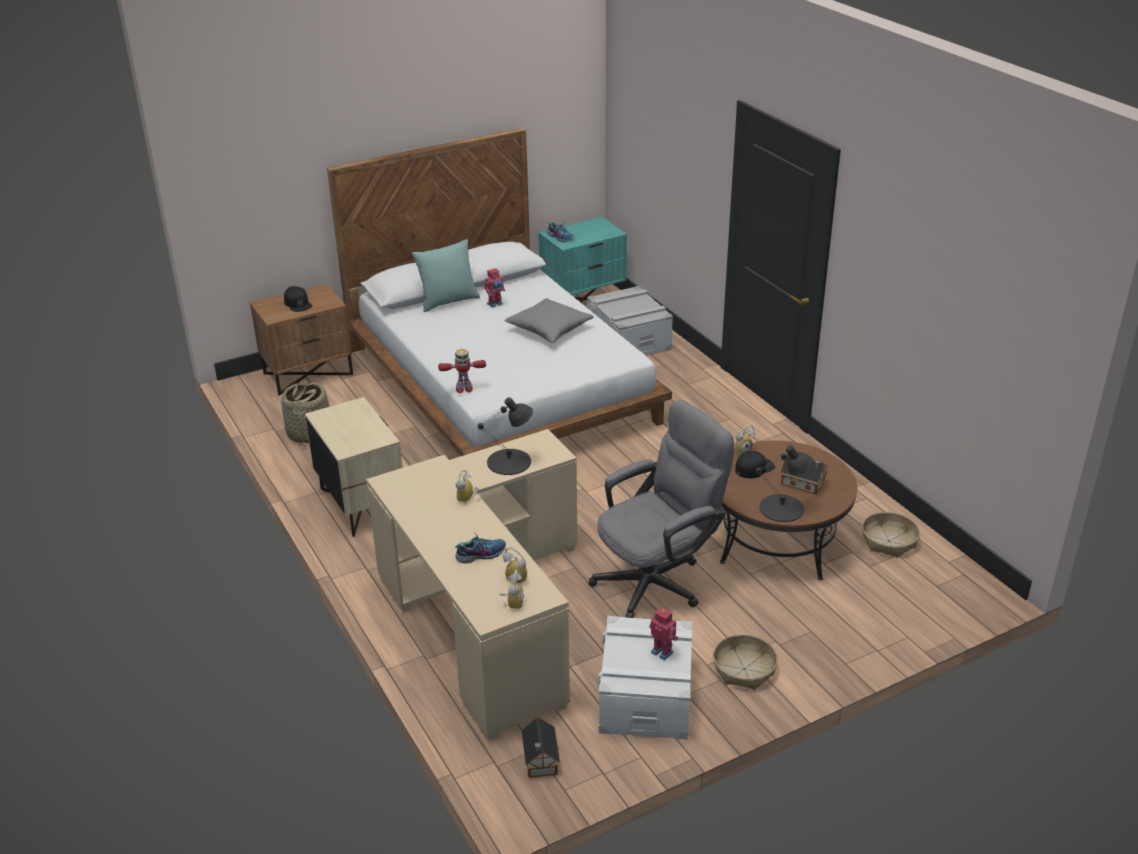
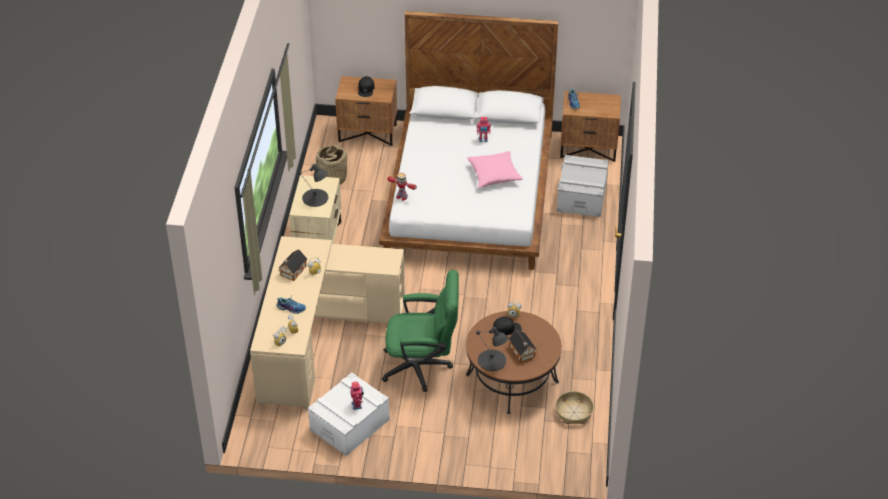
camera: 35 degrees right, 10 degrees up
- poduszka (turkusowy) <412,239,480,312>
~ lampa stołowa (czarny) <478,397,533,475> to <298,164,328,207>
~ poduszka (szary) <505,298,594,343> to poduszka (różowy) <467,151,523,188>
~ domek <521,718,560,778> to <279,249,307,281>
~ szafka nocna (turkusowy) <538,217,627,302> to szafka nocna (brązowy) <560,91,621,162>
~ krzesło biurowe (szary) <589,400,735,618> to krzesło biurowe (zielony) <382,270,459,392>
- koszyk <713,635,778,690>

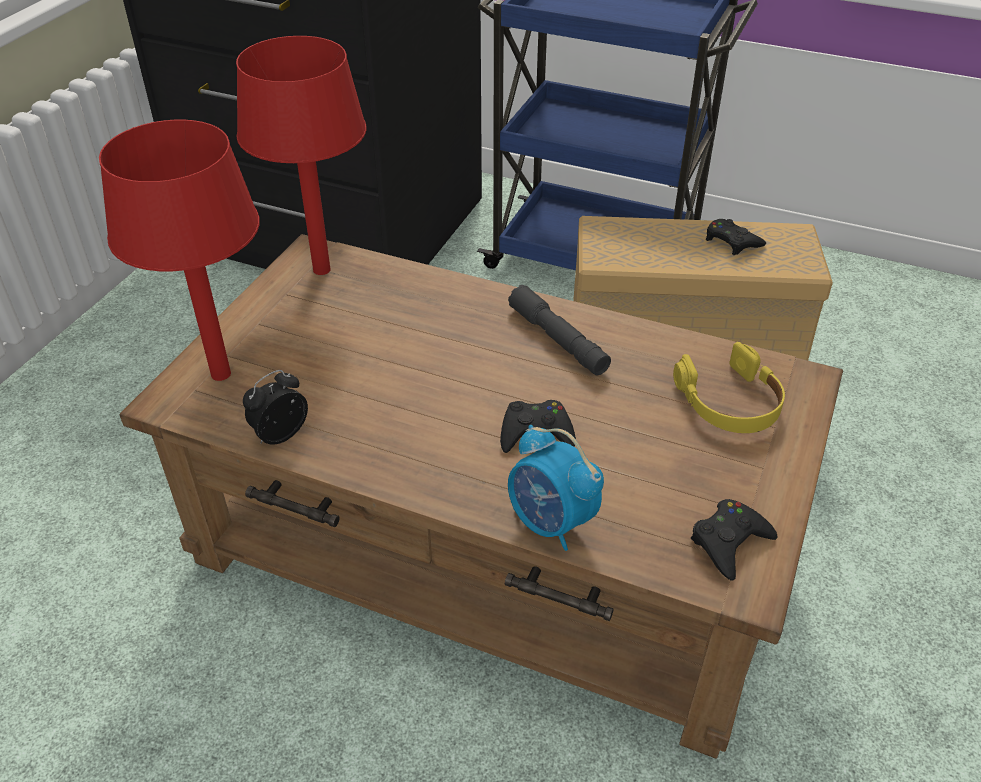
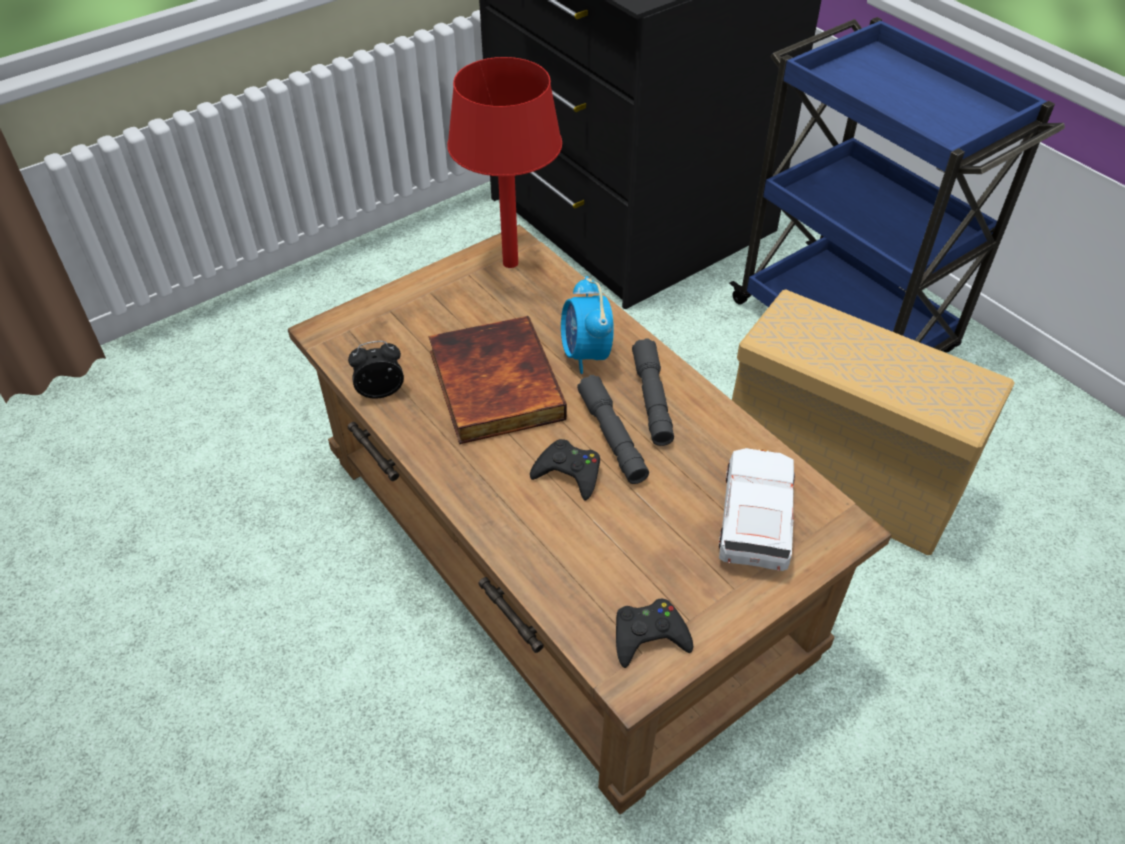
camera: 30 degrees right, 5 degrees up
- lampa stołowa (czerwony) <99,120,260,381>
~ budzik <508,425,604,551> to <561,276,614,374>
~ słuchawki (żółty) <673,342,785,433> to samochodzik (biały) <719,448,795,571>
- pad do gier (czarny) <706,219,766,255>
+ książka <429,316,567,444>
+ latarka (szary) <577,375,649,484>

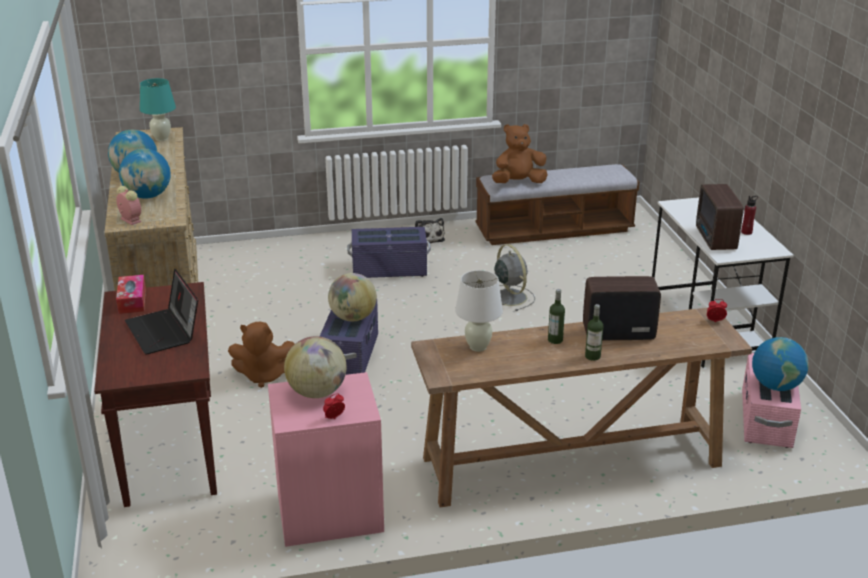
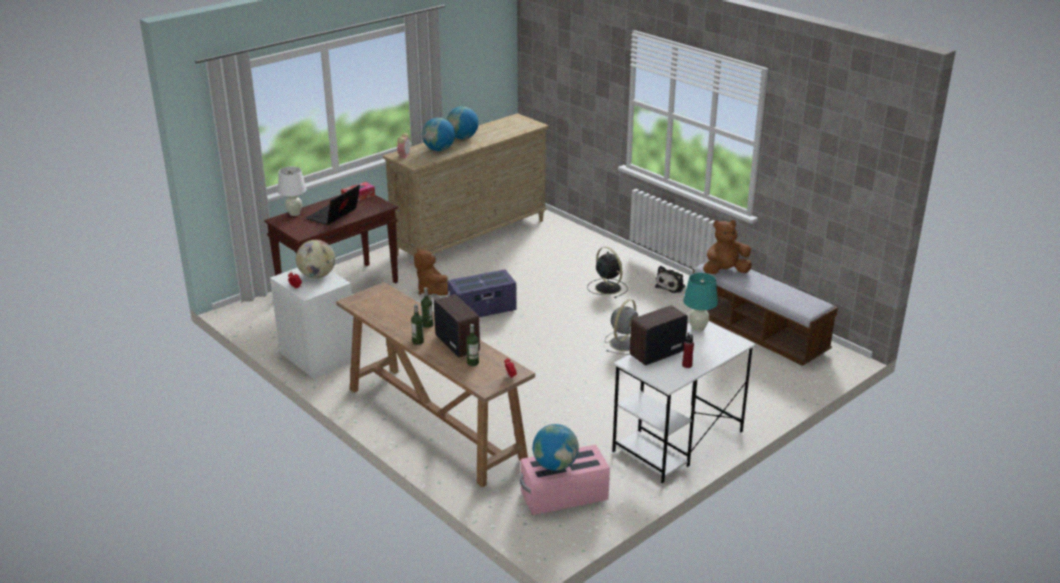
camera: 60 degrees right, 0 degrees up
~ lampa stołowa (turkusowy) <140,78,176,141> to <683,273,718,332>
~ szafka nocna (różowy) <268,372,384,547> to szafka nocna (biały) <270,268,353,379>
- globus <328,273,377,321>
~ pojemnik do przechowywania (fioletowy) <348,227,431,278> to wentylator (czarny) <587,247,628,298>
~ lampa stołowa (biały) <455,270,503,352> to <278,167,306,216>
~ pluszak (brązowy) <492,124,548,183> = <703,220,752,274> 60 degrees counterclockwise
+ butelka <466,324,479,366>

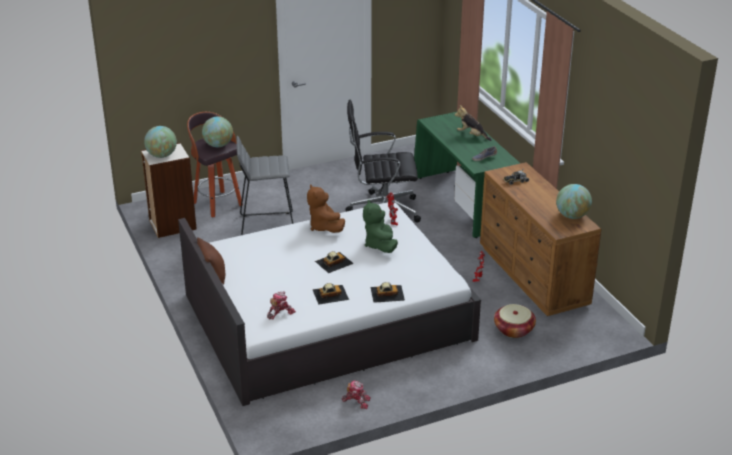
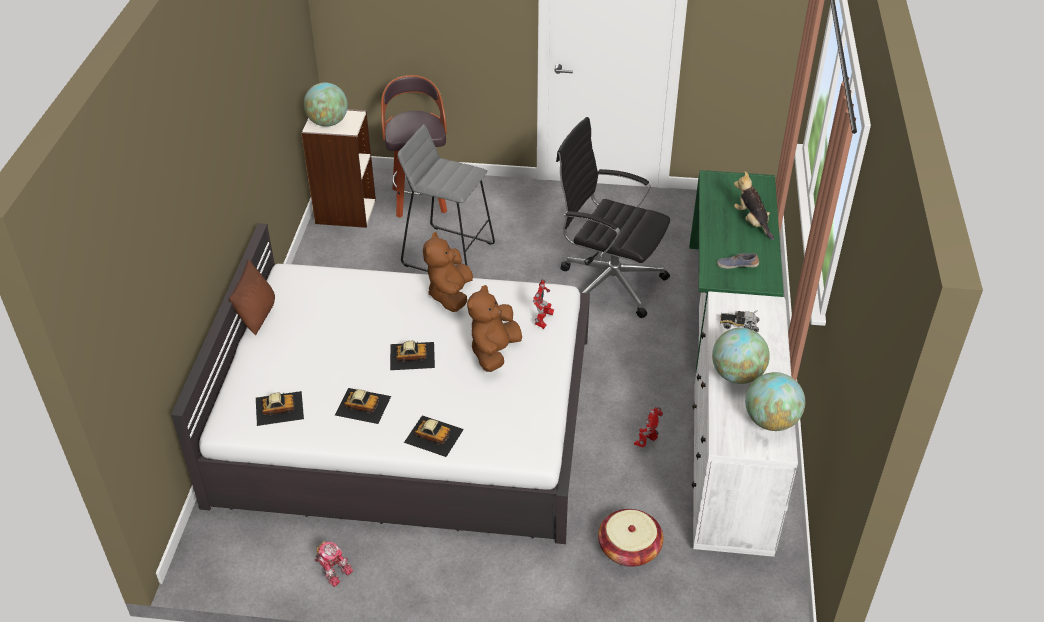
camera: 30 degrees right, 10 degrees up
~ globus <202,117,233,147> to <712,328,770,384>
~ robot zabawkowy <267,291,296,320> to samochodzik <256,391,304,426>
~ pluszak (zielony) <363,200,398,253> to pluszak (brązowy) <467,285,522,372>
~ komoda (brązowy) <480,162,602,316> to komoda (biały) <691,291,798,557>

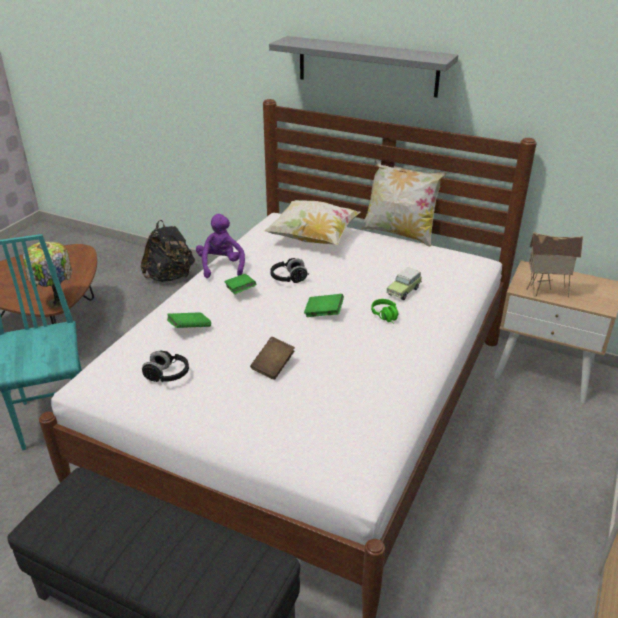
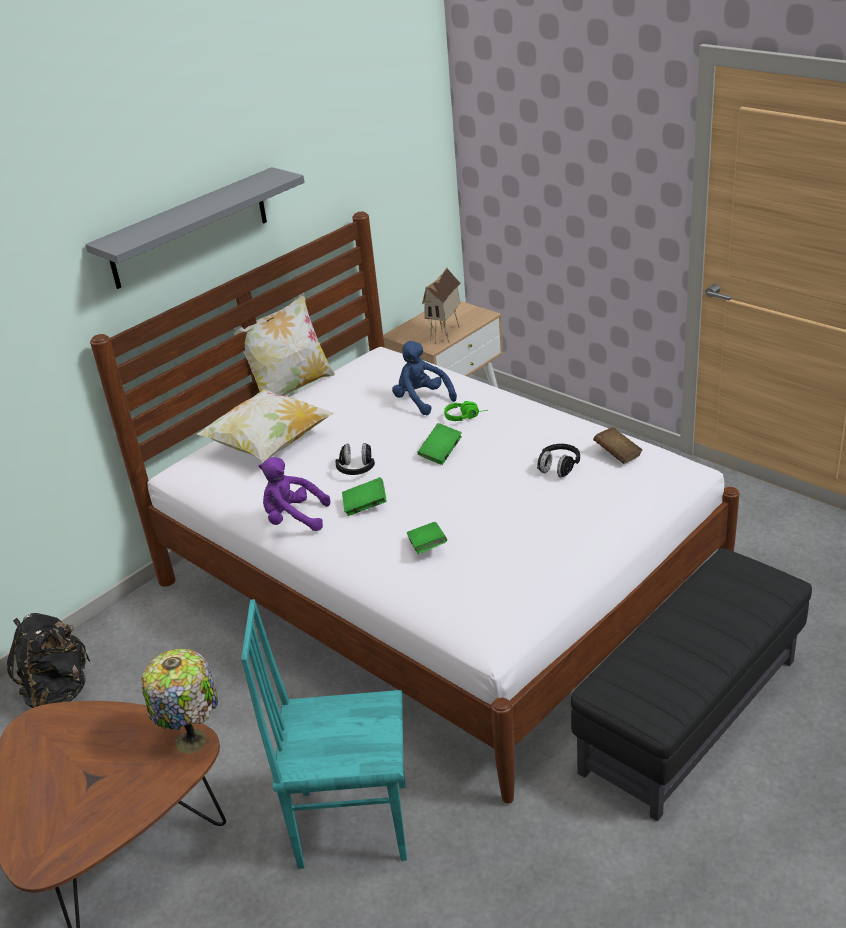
camera: 70 degrees left, 0 degrees up
~ słuchawki (czarny) <142,350,189,382> to <537,444,580,478>
~ książka (brązowy) <250,337,295,380> to <593,427,643,464>
~ samochodzik <387,267,422,300> to pluszak (niebieski) <392,341,457,415>

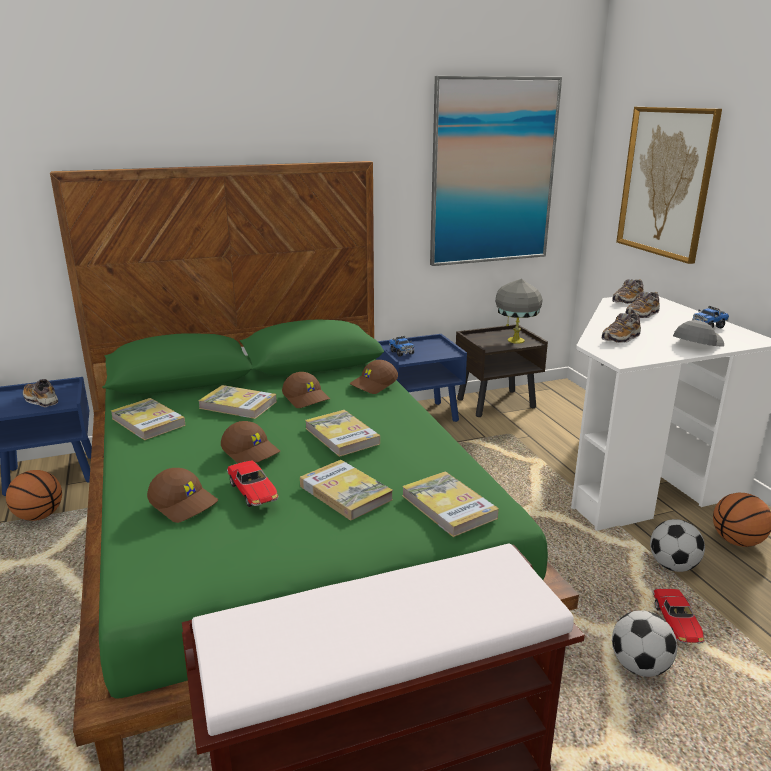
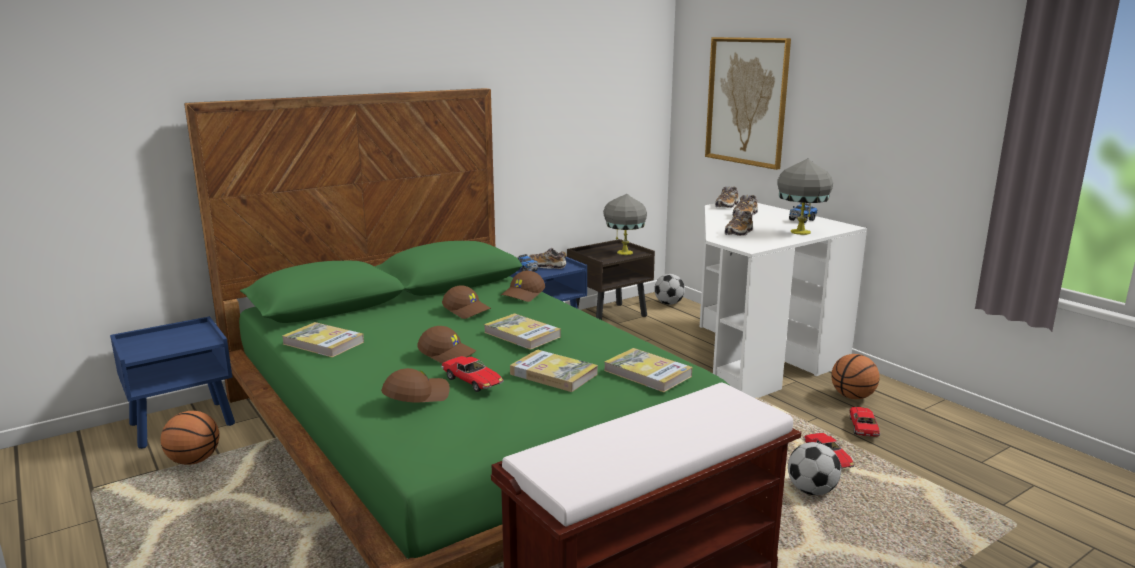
camera: 15 degrees left, 5 degrees down
~ but <23,379,59,407> to <529,248,567,269>
~ czapka z daszkiem (brązowy) <147,468,219,523> = <381,368,450,402> 60 degrees counterclockwise
- książka <198,385,277,419>
- obraz <430,76,562,266>
~ piłka futbolowa <650,519,705,572> to <654,274,685,305>
~ czapka z daszkiem (szary) <673,320,724,347> to lampa stołowa (szary) <777,159,833,235>
+ samochodzik <850,407,880,437>

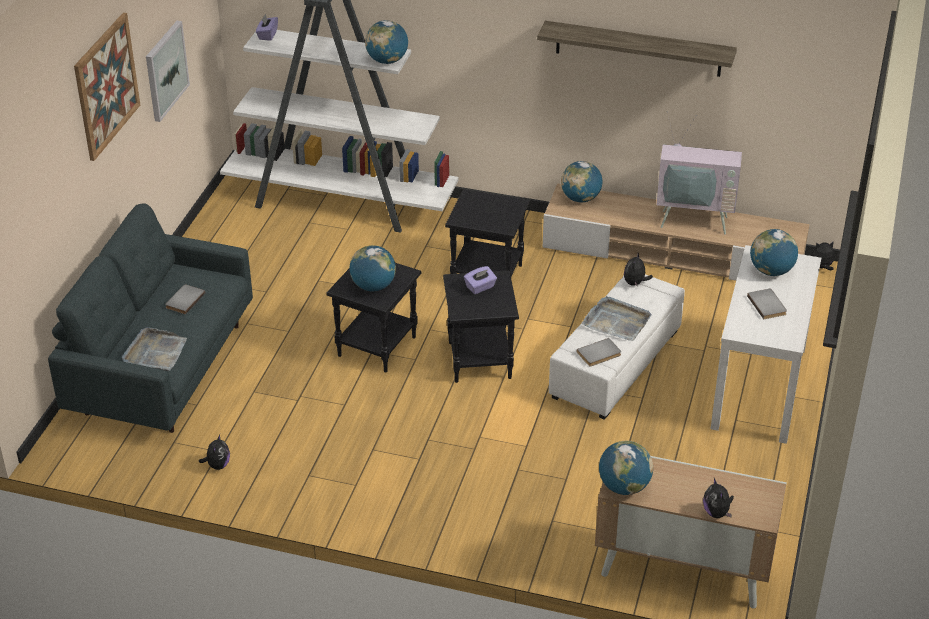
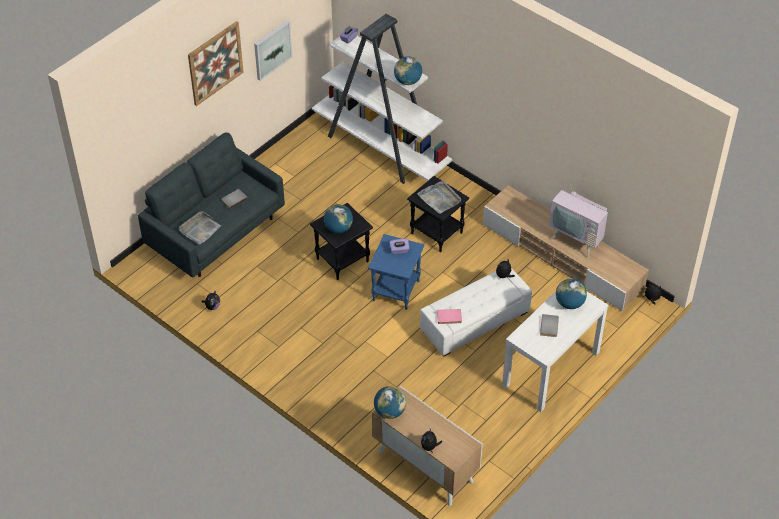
camera: 25 degrees right, 10 degrees up
~ stolik (czarny) <443,270,519,383> to stolik (niebieski) <368,234,424,310>
- półka <537,21,737,77>
- globus <561,161,602,202>
~ książka (szary) <577,338,621,366> to książka (różowy) <437,309,462,324>
~ taca (szary) <582,296,652,341> to <417,181,461,214>

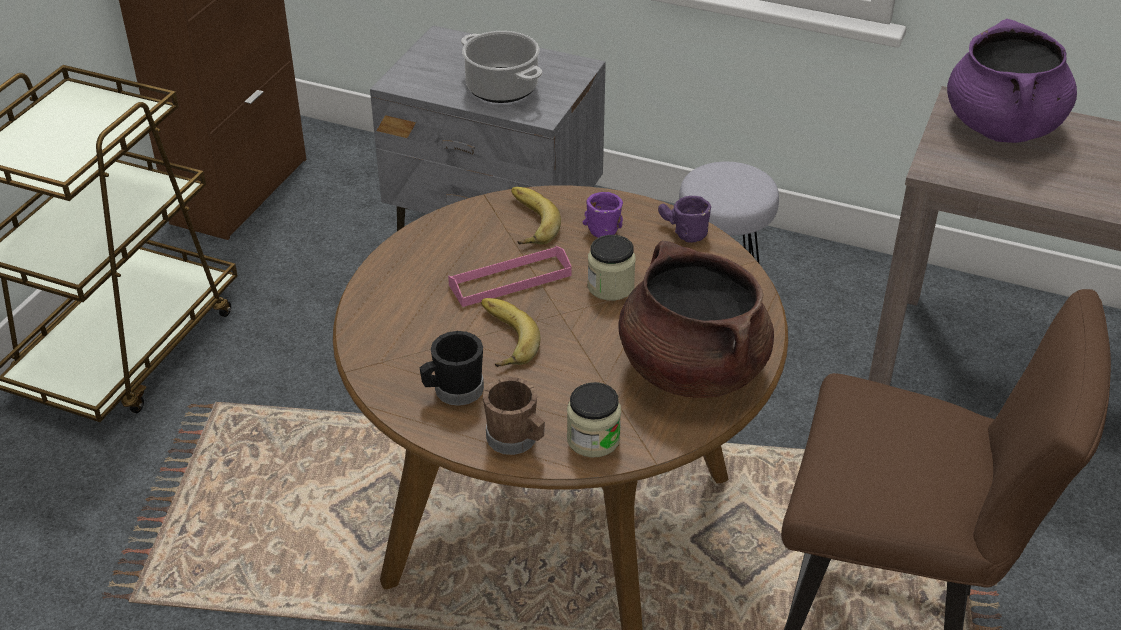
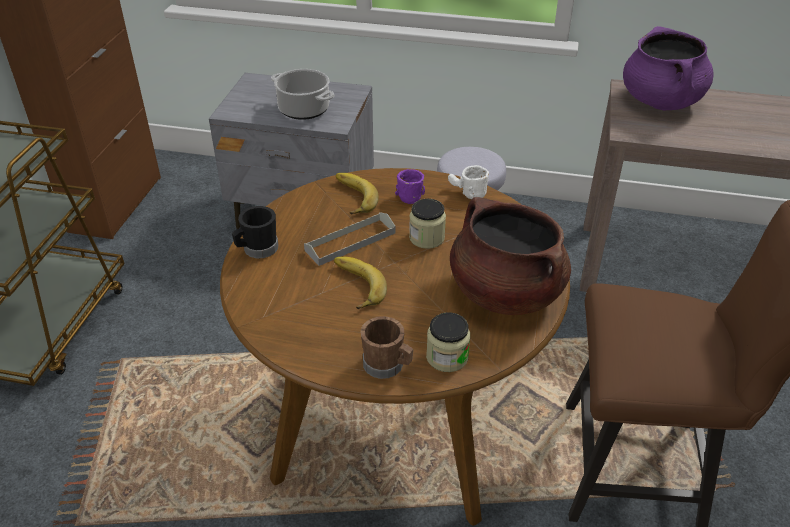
camera: 10 degrees left, 0 degrees up
~ kubek (czarny) <419,331,484,406> to <232,206,278,258>
~ taca (różowy) <448,246,572,307> to taca (szary) <304,212,395,266>
~ kubek (fioletowy) <658,196,711,243> to kubek (biały) <448,165,489,200>

